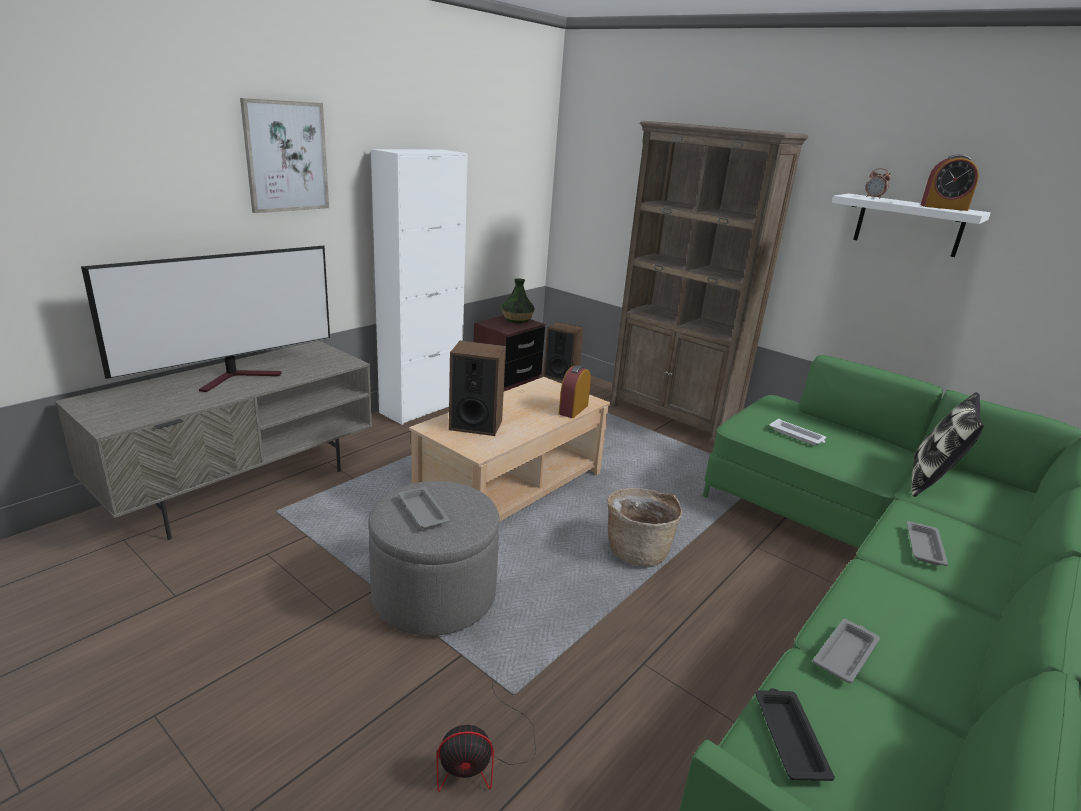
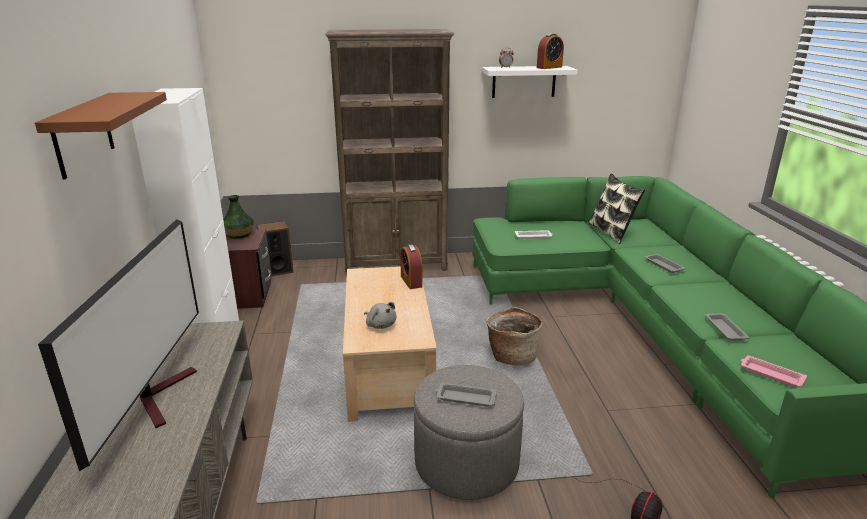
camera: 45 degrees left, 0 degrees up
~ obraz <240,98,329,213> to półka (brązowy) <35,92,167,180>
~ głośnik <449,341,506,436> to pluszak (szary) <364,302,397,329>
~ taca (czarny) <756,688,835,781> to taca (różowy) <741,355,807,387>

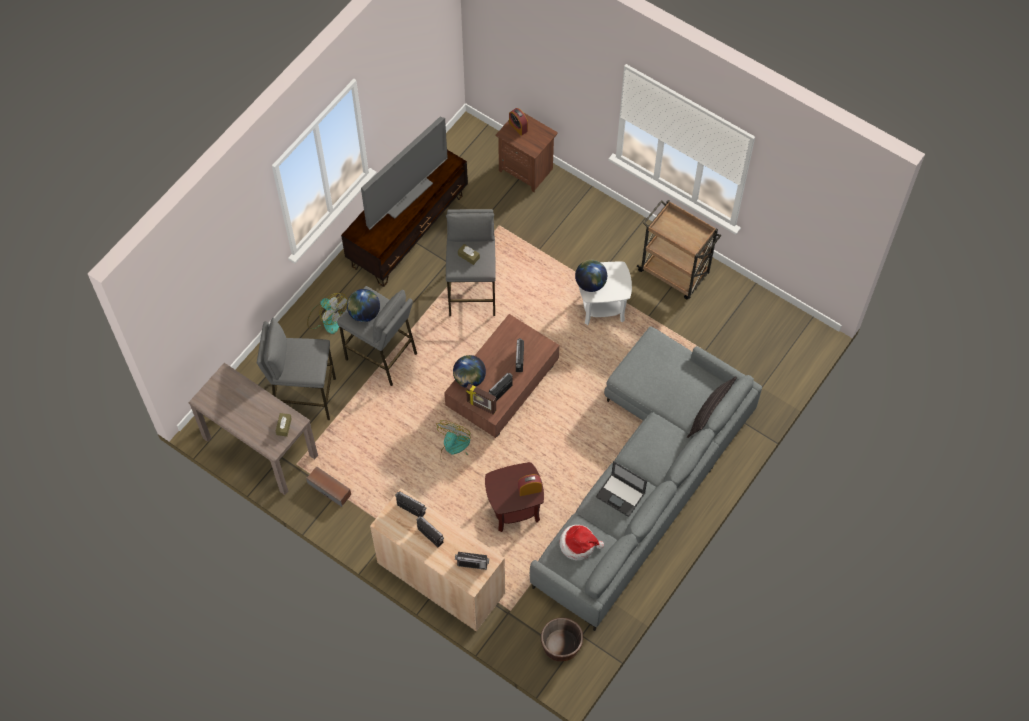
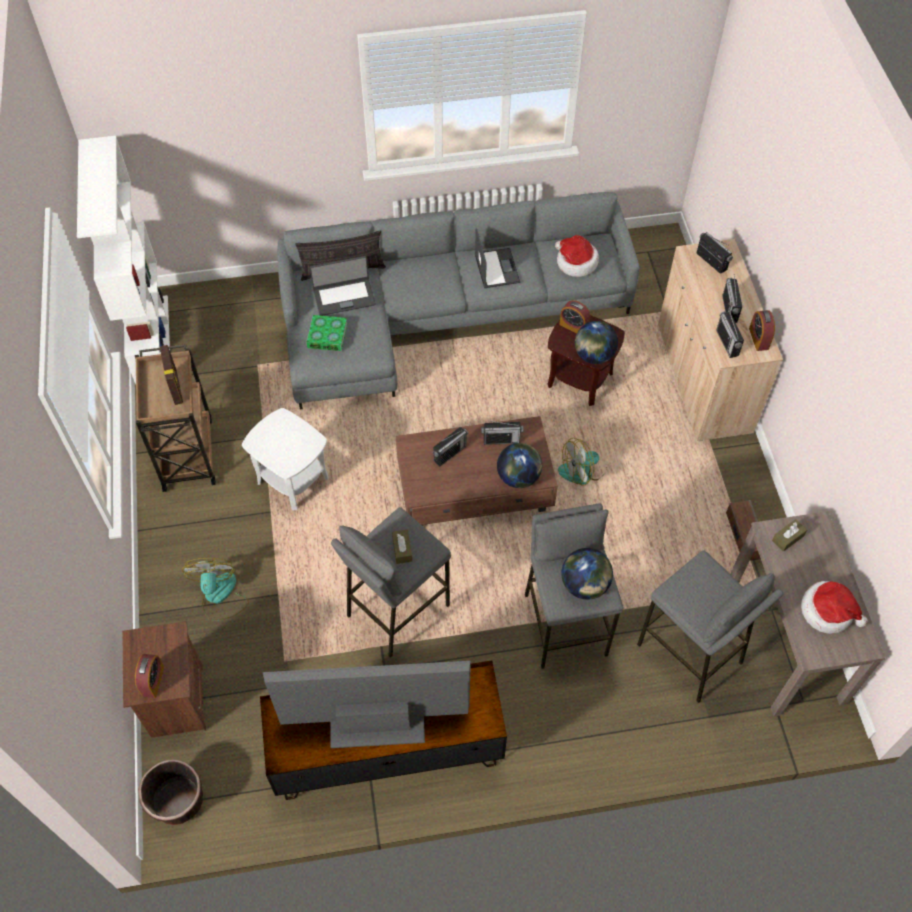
camera: 135 degrees left, 5 degrees down
~ wentylator <307,293,347,334> to <182,558,249,621>
~ ramka na zdjęcie <466,384,496,415> to <160,345,183,405>
~ donica (brązowy) <541,618,583,661> to <138,759,203,825>
~ globus <575,260,607,292> to <575,321,618,364>
+ regał (biały) <77,136,170,384>
+ książka <306,315,347,351>
+ laptop <310,256,376,316>
+ budzik <749,310,775,351>
+ kapelusz <801,581,868,634>

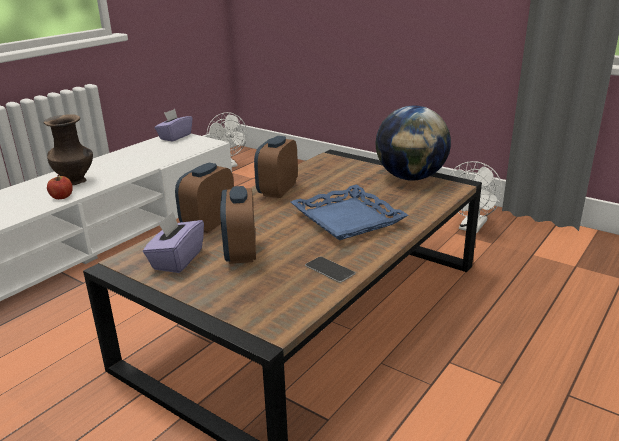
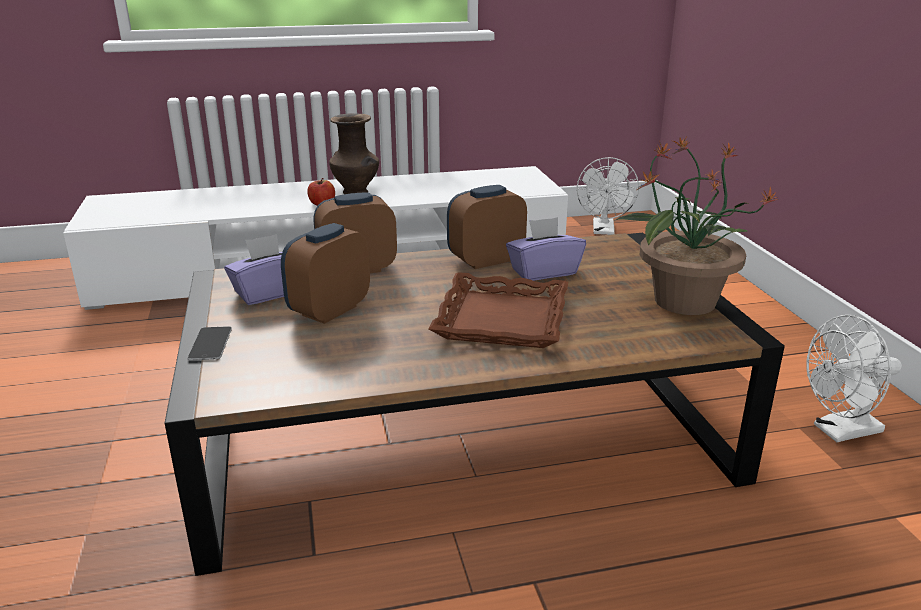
camera: 40 degrees right, 0 degrees up
~ pudełko chusteczek (fioletowy) <155,109,192,142> to <506,217,586,281>
~ taca (niebieski) <291,185,408,240> to taca (brązowy) <429,272,568,348>
~ telefon <305,257,355,283> to <188,326,232,360>
~ globus <375,105,451,181> to roślina doniczkowa <614,138,778,315>

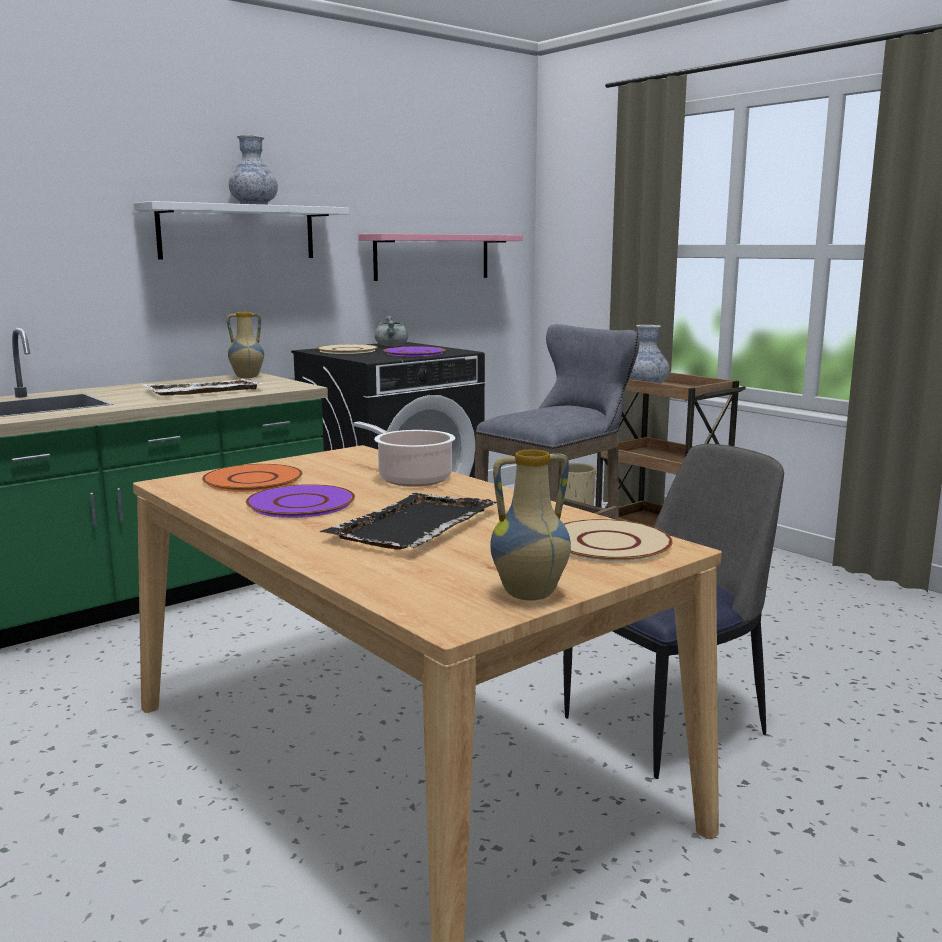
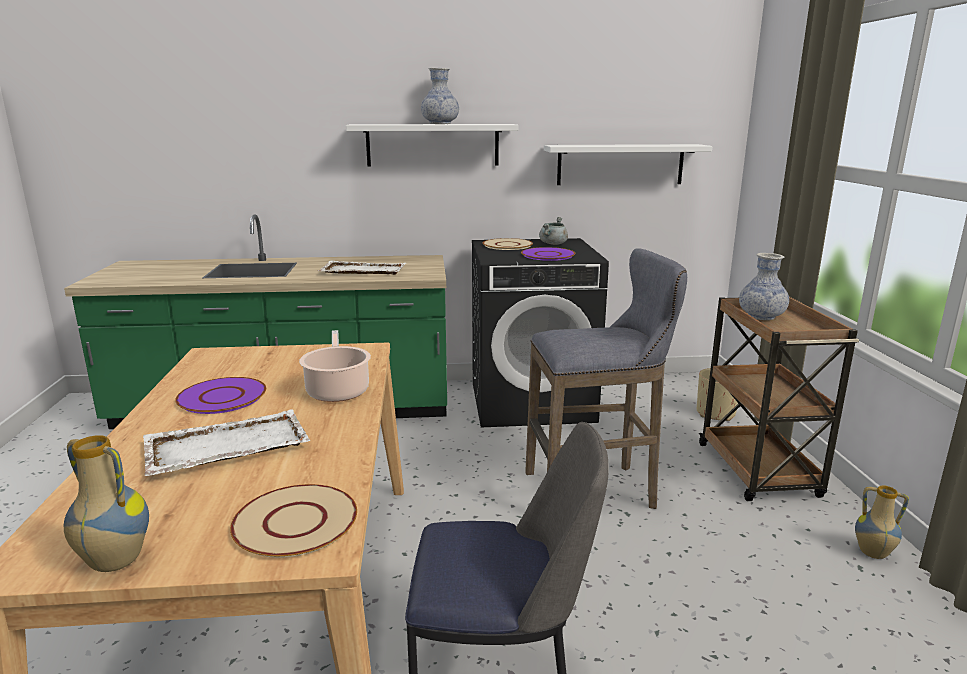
camera: 35 degrees right, 5 degrees up
- talerz (pomarańczowy) <202,464,303,492>
~ wazon <227,312,264,378> to <855,486,909,559>
~ taca (czarny) <320,493,497,549> to taca (biały) <143,409,310,476>
~ półka (różowy) <358,234,523,281> to półka (biały) <544,144,712,185>

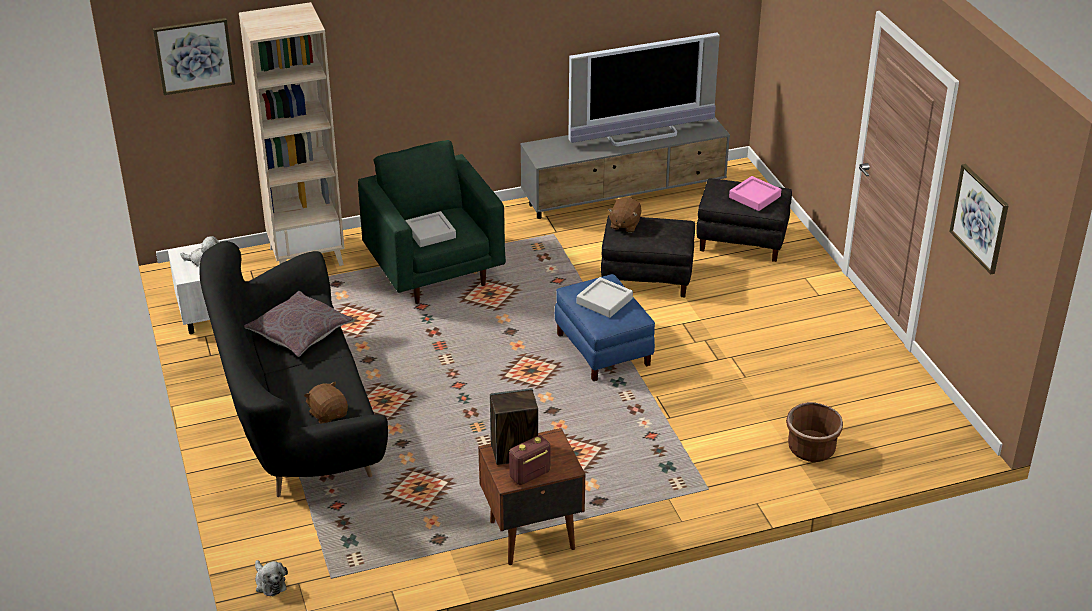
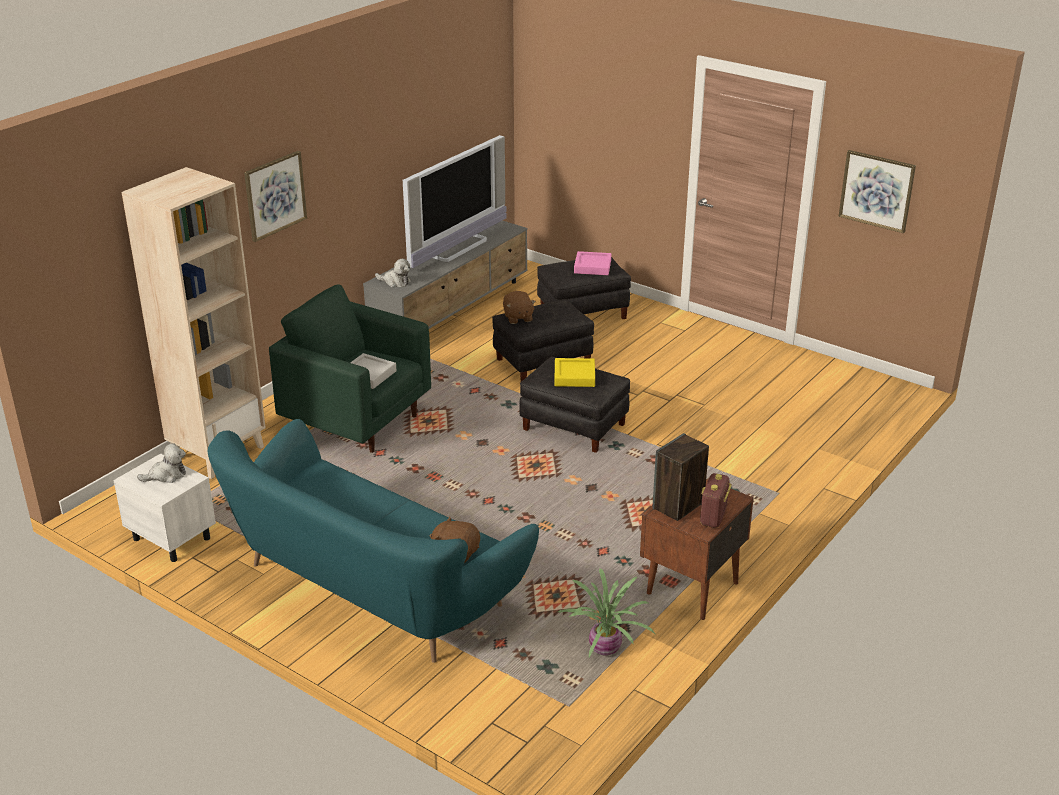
camera: 35 degrees left, 5 degrees down
~ obraz <153,18,235,95> to <244,151,307,242>
~ kanapa (czarny) <199,241,388,497> to kanapa (turkusowy) <208,419,539,663>
- poduszka (szary) <244,291,353,357>
~ pluszak <255,560,288,597> to <375,259,411,288>
~ pufa (niebieski) <555,274,655,381> to pufa (czarny) <519,357,630,453>
~ taca (szary) <577,277,633,318> to taca (żółty) <554,358,595,387>
- donica (brązowy) <786,402,843,462>
+ roślina doniczkowa <558,568,655,657>

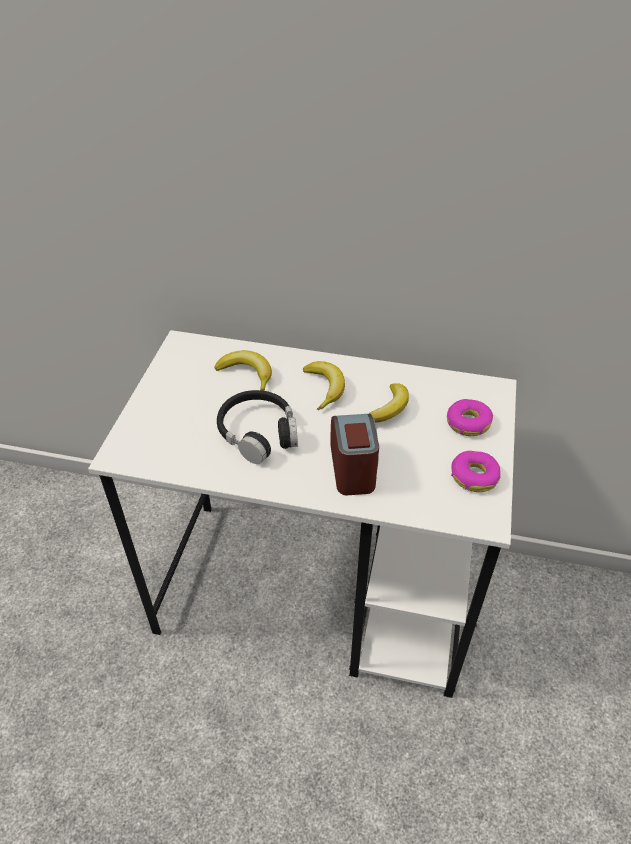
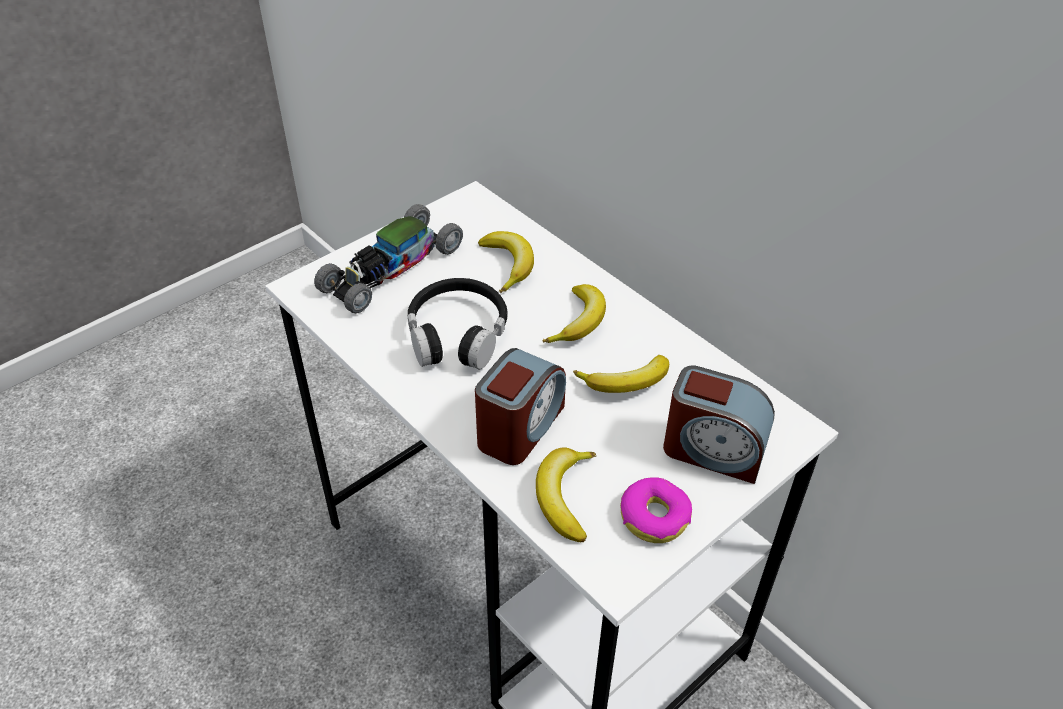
camera: 35 degrees right, 0 degrees up
~ donut <447,399,493,436> to budzik <663,365,775,484>
+ samochodzik <314,204,463,314>
+ banan <536,447,596,542>

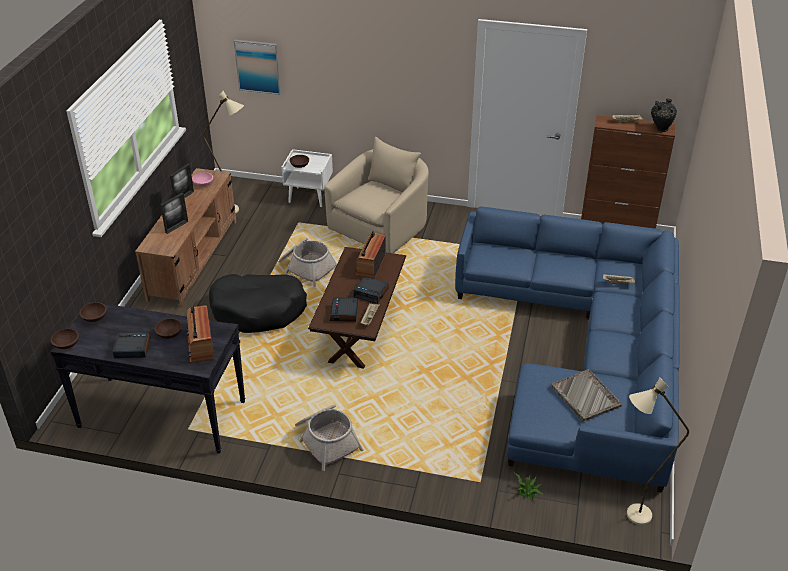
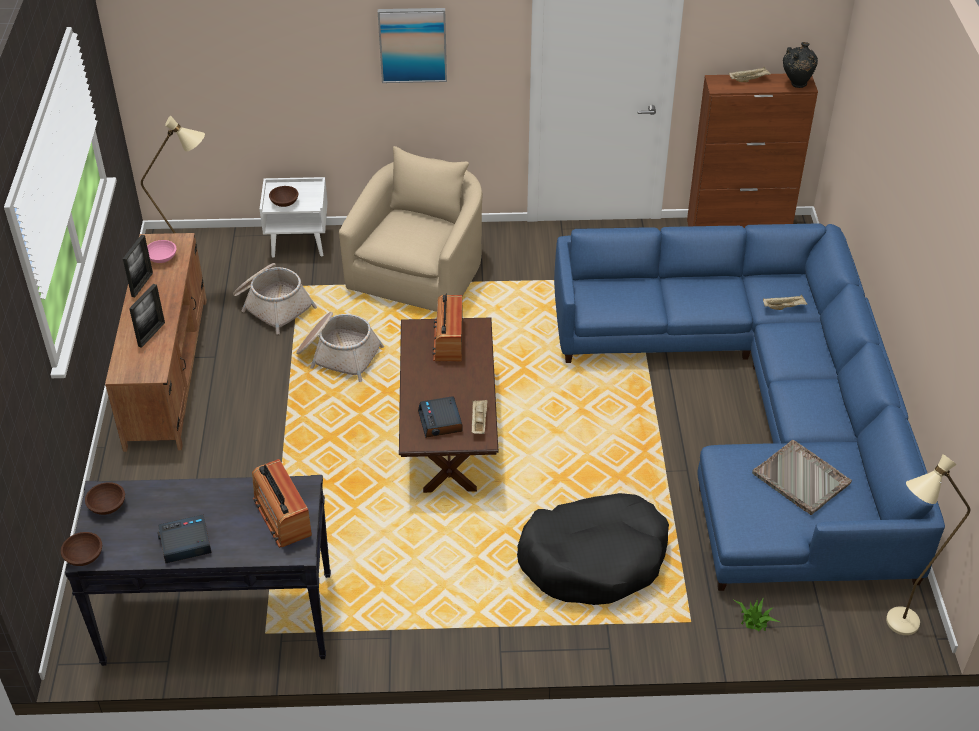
camera: 15 degrees left, 5 degrees up
- miska (brązowy) <155,318,182,339>
~ legowisko (czarny) <209,274,307,333> to <517,493,669,605>
~ obraz <234,40,281,95> to <378,8,447,83>
~ koszyk <295,404,363,471> to <233,263,317,334>
- budzik <353,276,388,304>

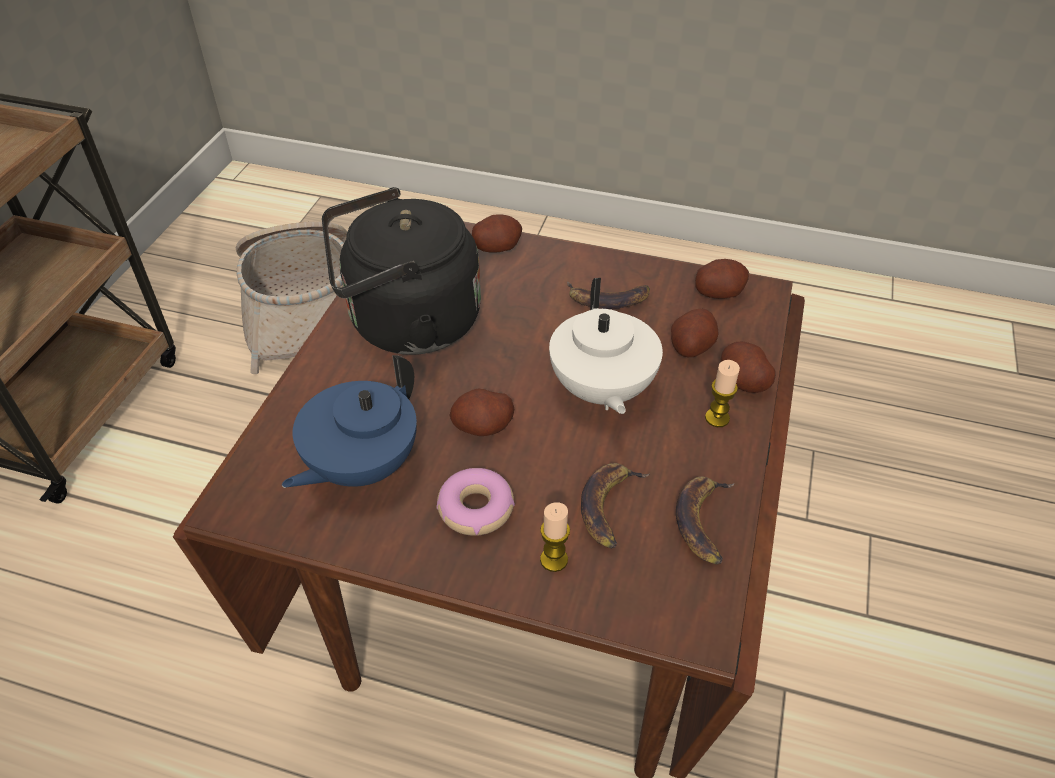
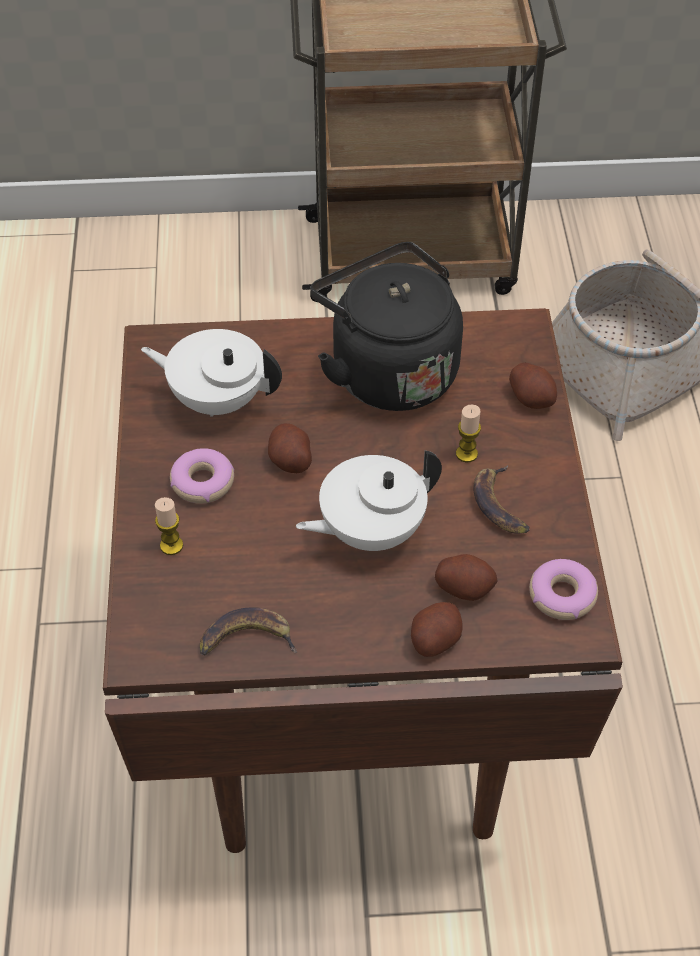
camera: 70 degrees right, 5 degrees up
~ imbryk (niebieski) <282,355,417,488> to imbryk (biały) <141,329,282,417>
- banan <581,463,649,549>
~ ziemniak <695,259,749,299> to donut <529,559,598,620>
~ świeca <705,360,740,427> to <456,405,481,462>

